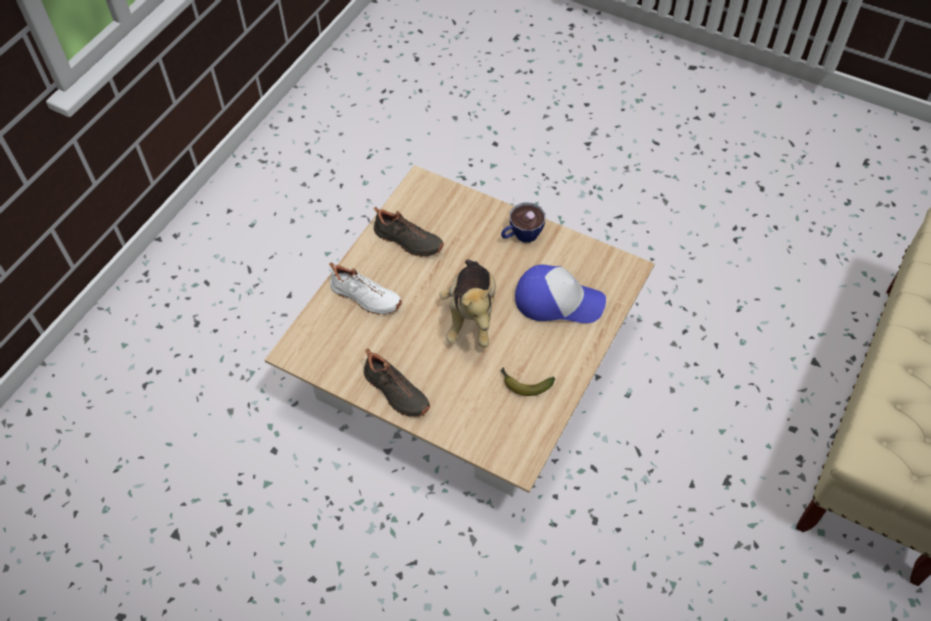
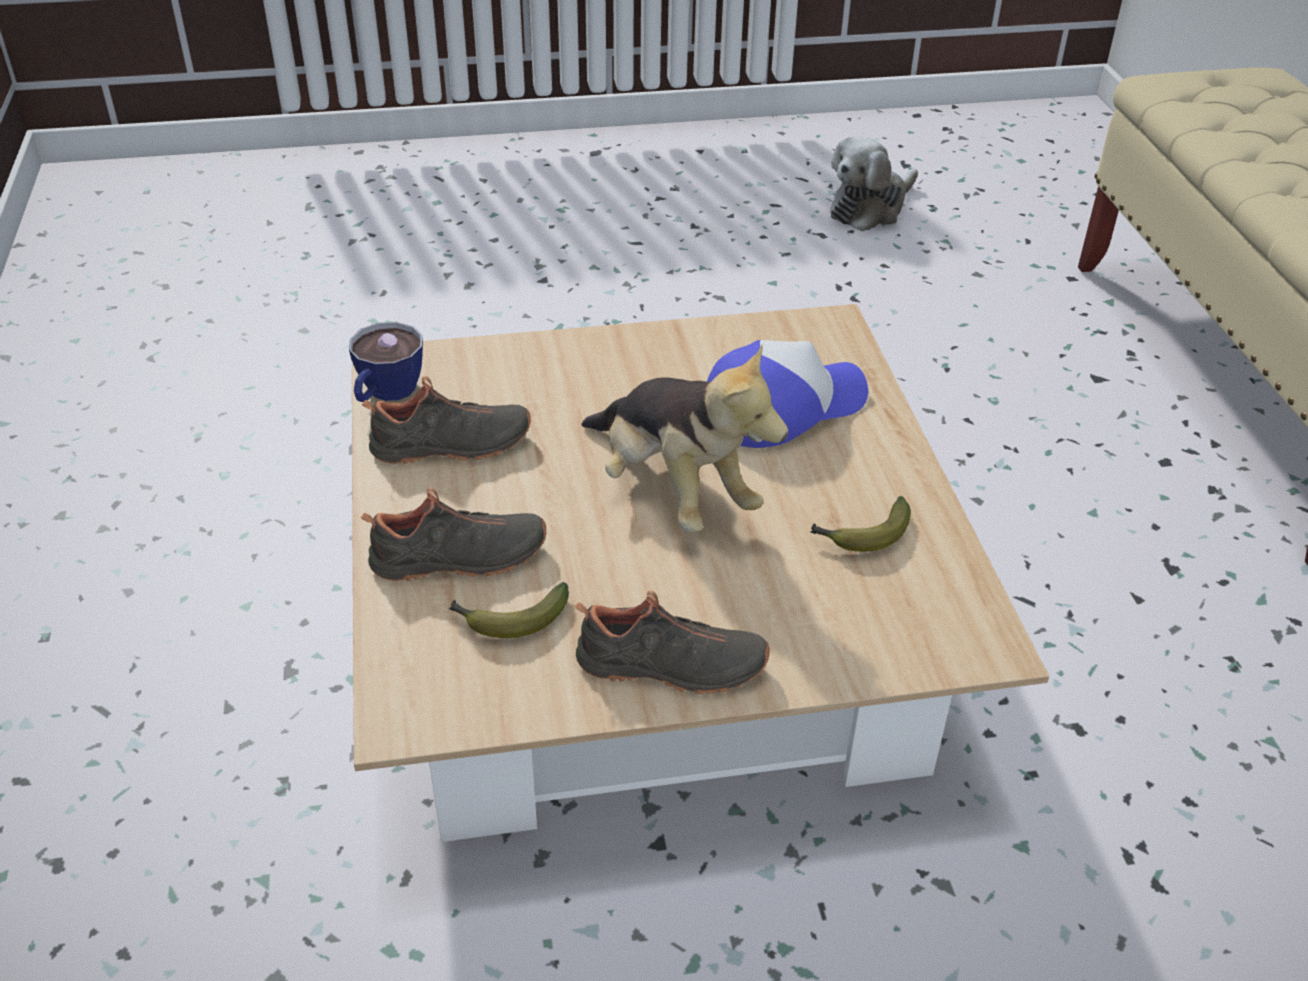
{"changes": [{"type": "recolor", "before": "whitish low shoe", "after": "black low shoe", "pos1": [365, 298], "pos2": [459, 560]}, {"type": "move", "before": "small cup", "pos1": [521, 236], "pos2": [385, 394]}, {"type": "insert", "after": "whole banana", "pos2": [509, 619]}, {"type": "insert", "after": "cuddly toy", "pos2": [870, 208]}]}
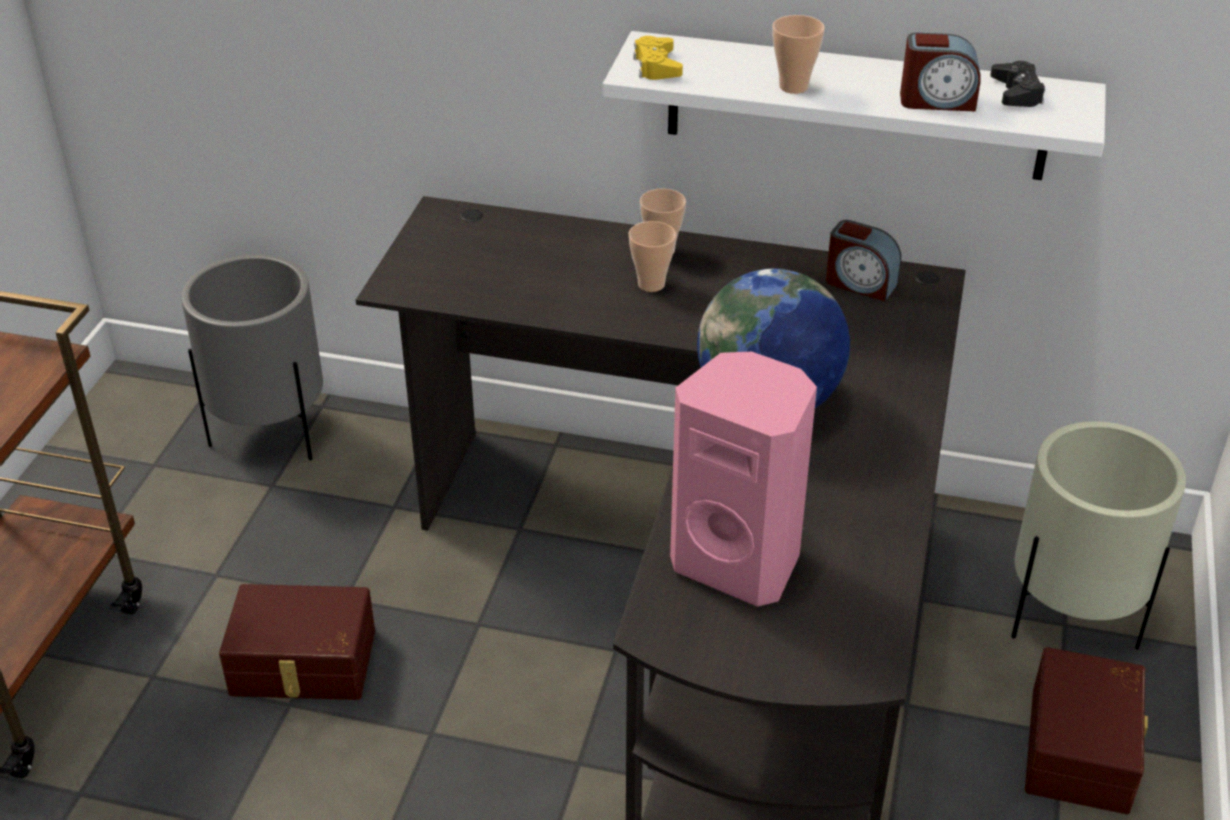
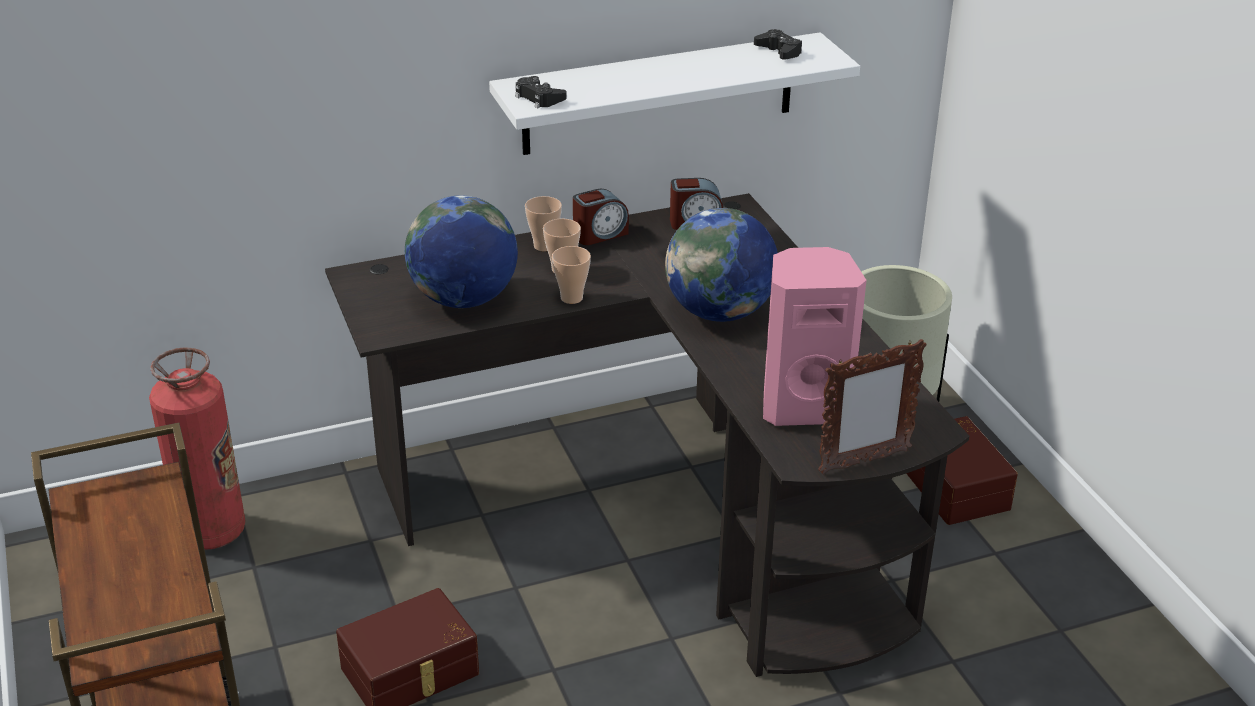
{"changes": [{"type": "replace", "before": "greyish planter", "after": "fire extinguisher", "pos1": [271, 433], "pos2": [212, 531]}, {"type": "recolor", "before": "yellowish joypad", "after": "black joypad", "pos1": [656, 66], "pos2": [539, 98]}, {"type": "move", "before": "small cup", "pos1": [793, 87], "pos2": [571, 298]}, {"type": "move", "before": "table clock", "pos1": [937, 100], "pos2": [599, 234]}, {"type": "insert", "after": "world globe", "pos2": [463, 299]}, {"type": "insert", "after": "picture frame", "pos2": [863, 462]}]}
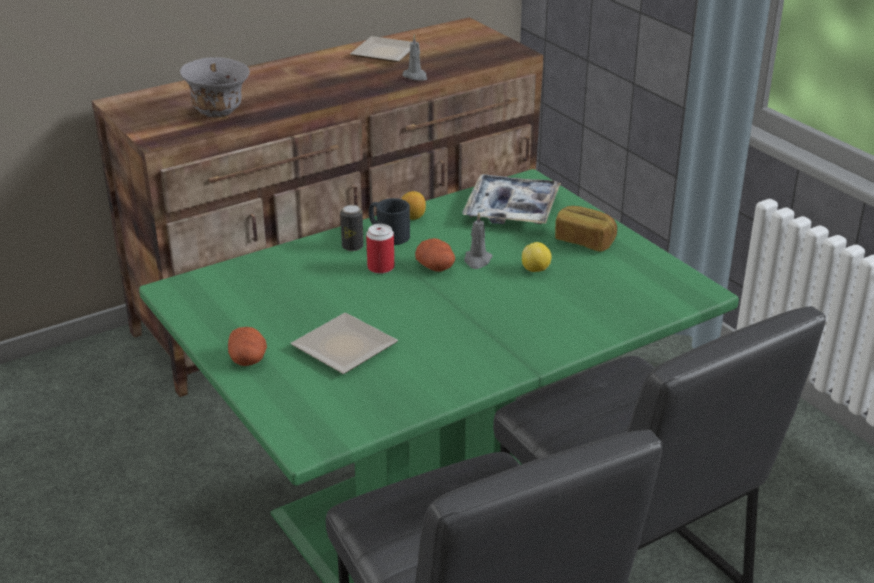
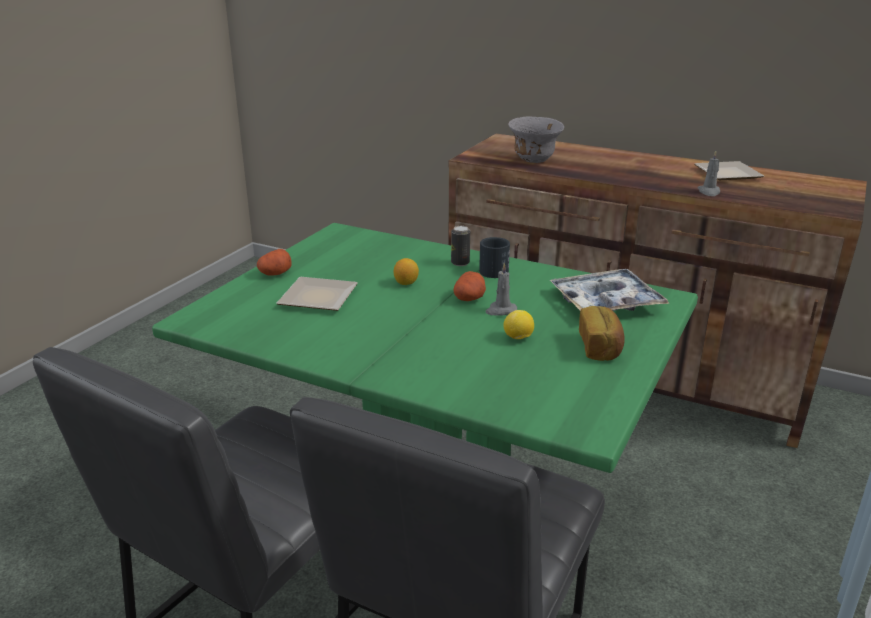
{"changes": [{"type": "delete", "before": "metal can", "pos1": [381, 268]}, {"type": "move", "before": "whole lemon", "pos1": [413, 217], "pos2": [406, 283]}]}
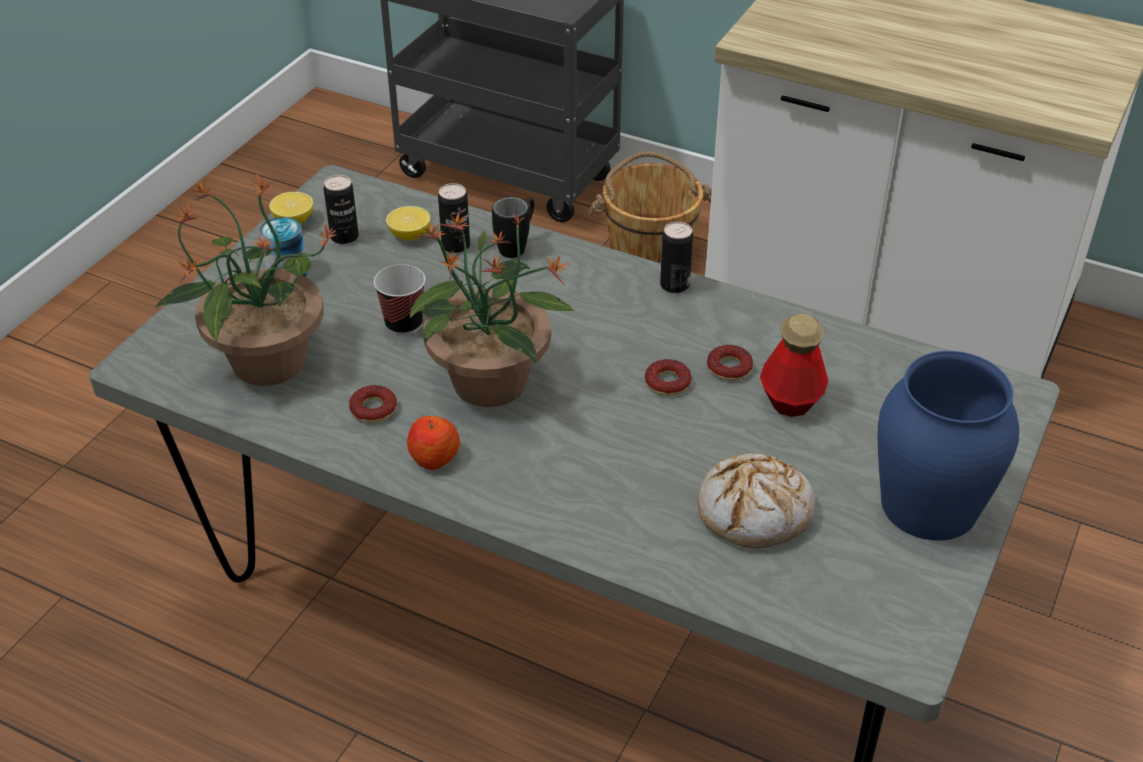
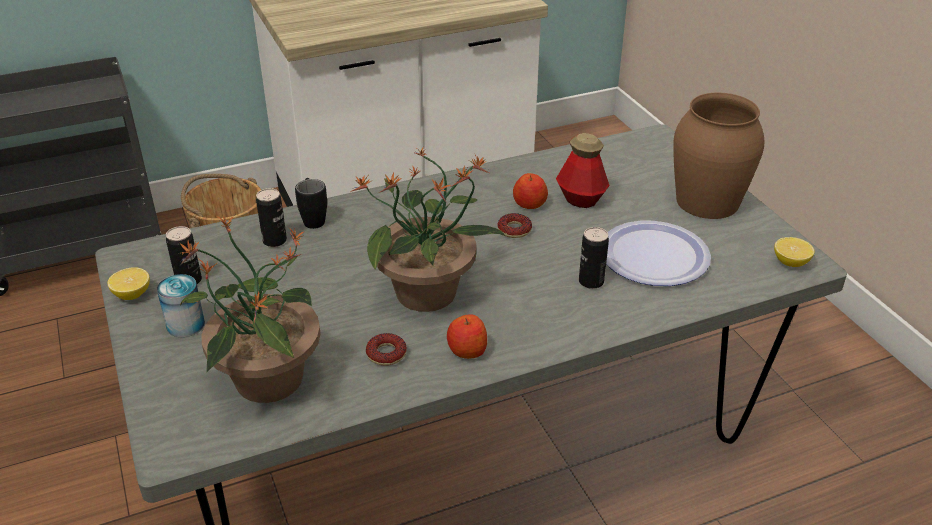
{"changes": [{"type": "delete", "before": "small cup", "pos1": [404, 324]}, {"type": "move", "before": "whole lemon", "pos1": [409, 235], "pos2": [790, 262]}, {"type": "move", "before": "metal can", "pos1": [674, 285], "pos2": [591, 281]}, {"type": "replace", "before": "bakery bread", "after": "plate", "pos1": [755, 512], "pos2": [654, 255]}, {"type": "replace", "before": "doughnut", "after": "apple", "pos1": [729, 368], "pos2": [529, 204]}, {"type": "recolor", "before": "blue-coloured vase", "after": "brownish vase", "pos1": [928, 505], "pos2": [707, 202]}]}
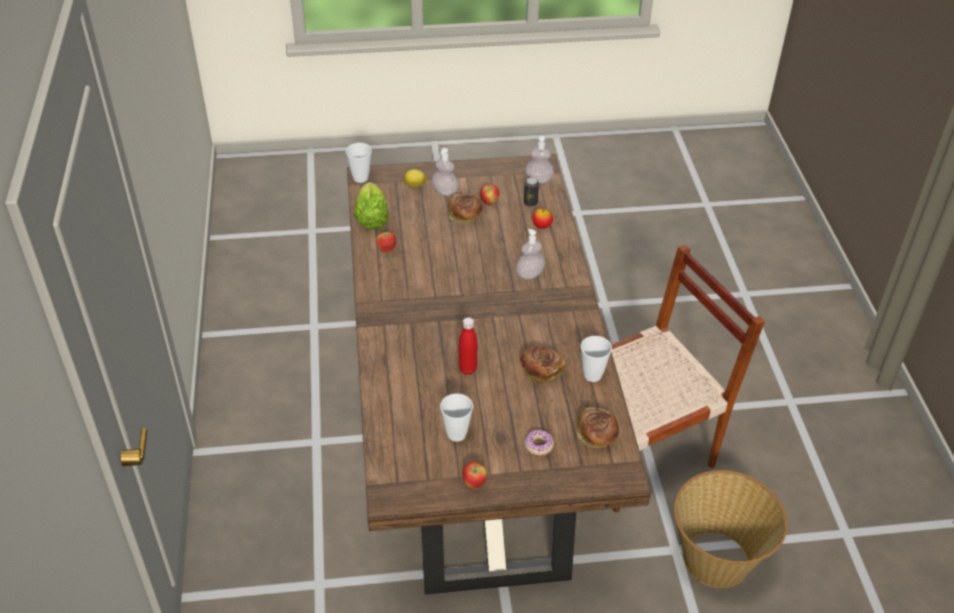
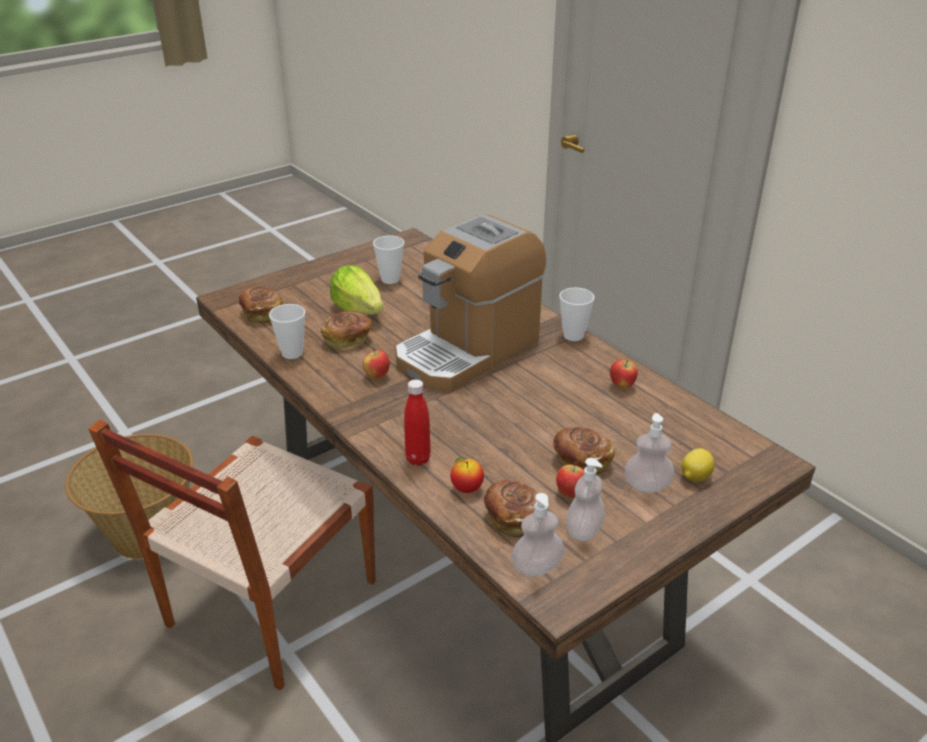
{"changes": [{"type": "move", "before": "small cup", "pos1": [360, 178], "pos2": [573, 335]}, {"type": "move", "before": "lettuce", "pos1": [371, 219], "pos2": [358, 310]}, {"type": "move", "before": "red drink bottle", "pos1": [467, 369], "pos2": [418, 459]}, {"type": "move", "before": "apple", "pos1": [474, 483], "pos2": [377, 376]}, {"type": "move", "before": "soap bottle", "pos1": [530, 274], "pos2": [584, 530]}, {"type": "replace", "before": "metal can", "after": "bakery bread", "pos1": [530, 203], "pos2": [513, 519]}, {"type": "delete", "before": "doughnut", "pos1": [538, 445]}, {"type": "insert", "after": "coffee machine", "pos2": [467, 350]}]}
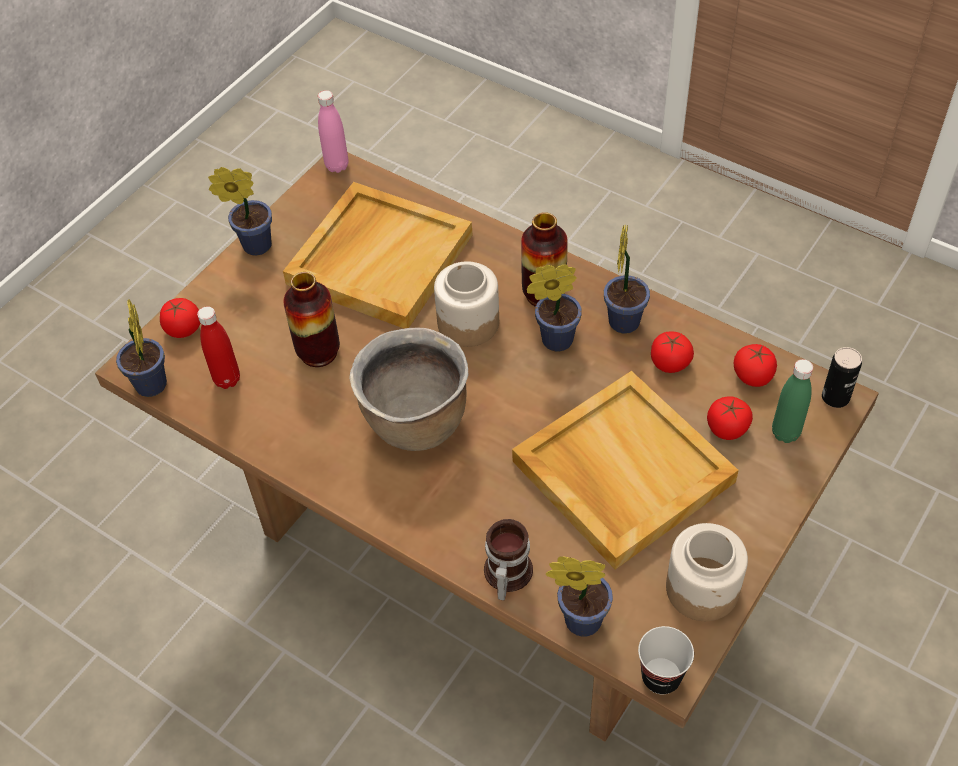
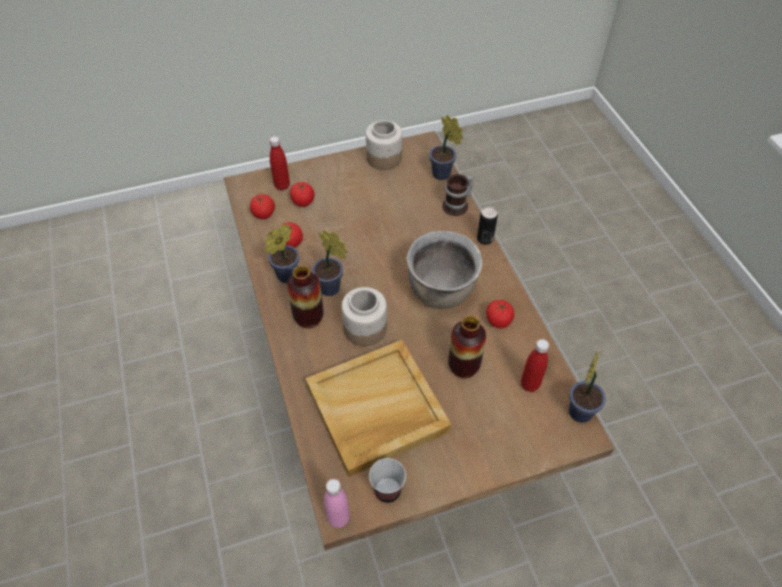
{"changes": [{"type": "move", "before": "whole tomato", "pos1": [183, 329], "pos2": [498, 320]}, {"type": "delete", "before": "plant in a pot", "pos1": [253, 245]}, {"type": "delete", "before": "beige serving tray", "pos1": [620, 471]}, {"type": "move", "before": "small cup", "pos1": [661, 677], "pos2": [387, 491]}, {"type": "recolor", "before": "green drink bottle", "after": "red drink bottle", "pos1": [785, 433], "pos2": [282, 185]}, {"type": "move", "before": "metal can", "pos1": [835, 397], "pos2": [485, 239]}]}
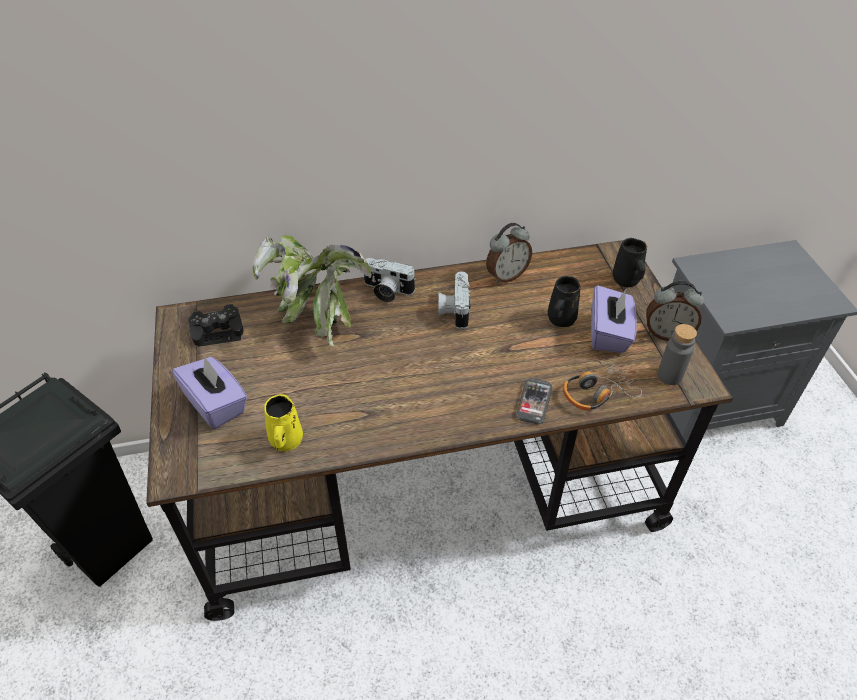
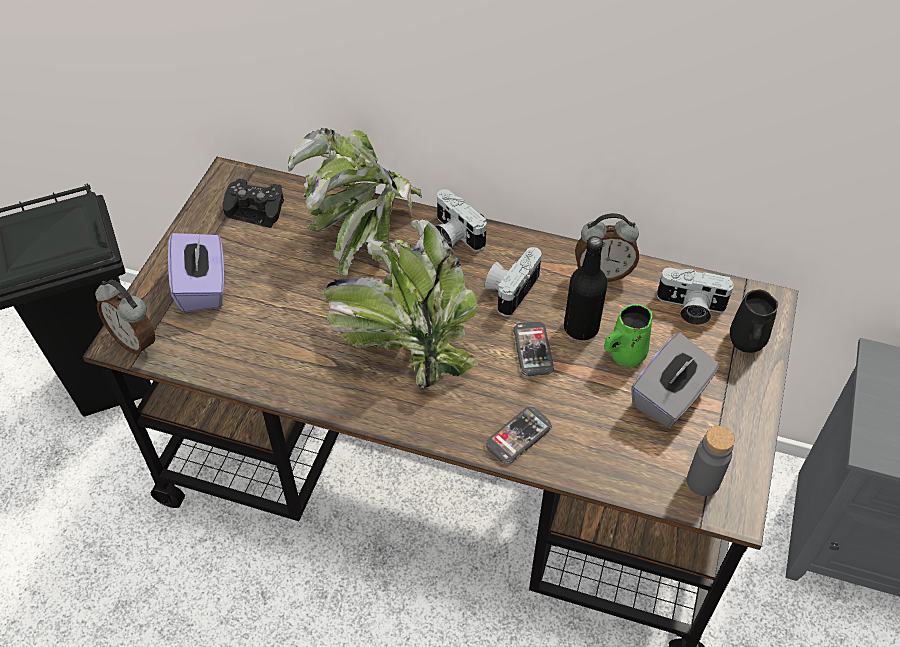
{"changes": [{"type": "delete", "before": "yellowish tea mug", "pos1": [286, 441]}, {"type": "recolor", "before": "black tea mug", "after": "green tea mug", "pos1": [560, 319], "pos2": [625, 354]}, {"type": "delete", "before": "headphones", "pos1": [596, 392]}, {"type": "recolor", "before": "purple tissue holder", "after": "greyish tissue holder", "pos1": [609, 334], "pos2": [670, 397]}, {"type": "move", "before": "table clock", "pos1": [667, 334], "pos2": [135, 340]}, {"type": "insert", "after": "plant in a pot", "pos2": [404, 343]}, {"type": "insert", "after": "handset", "pos2": [533, 350]}, {"type": "insert", "after": "black drink bottle", "pos2": [581, 328]}, {"type": "insert", "after": "still camera", "pos2": [689, 308]}]}
